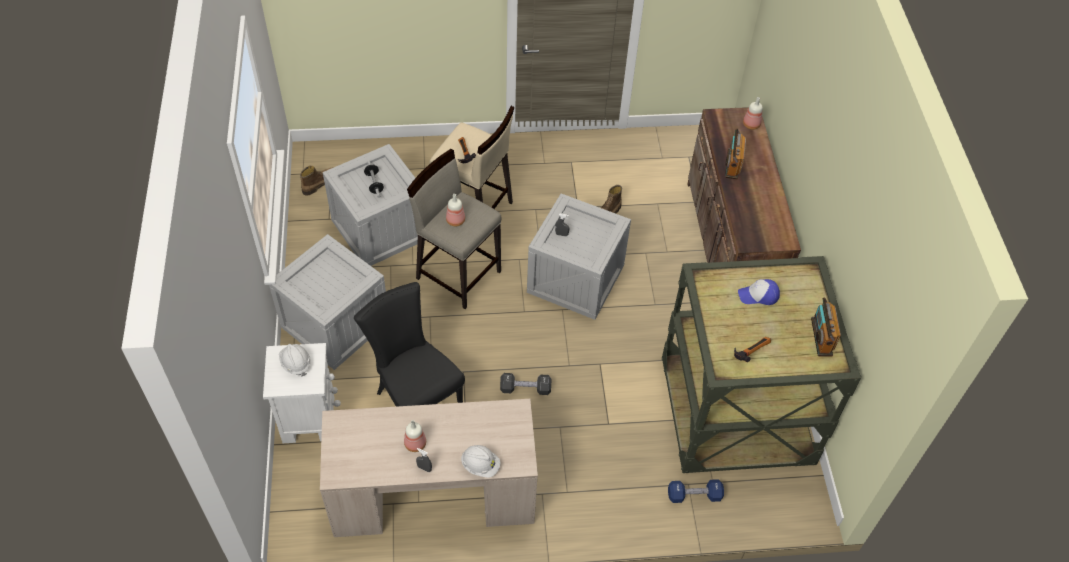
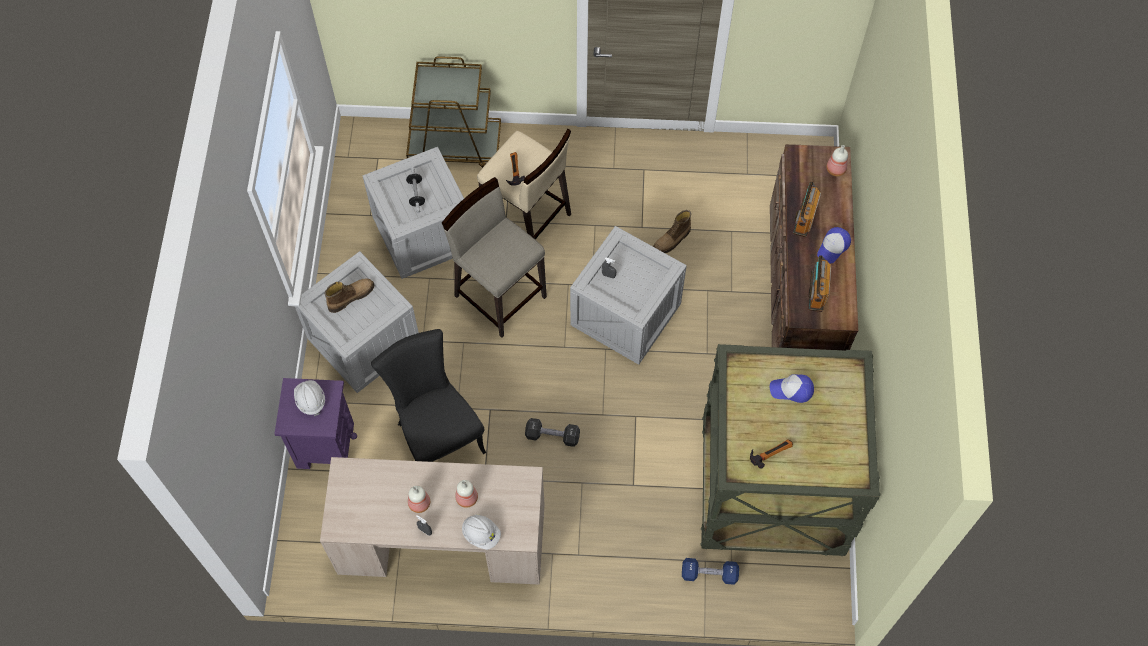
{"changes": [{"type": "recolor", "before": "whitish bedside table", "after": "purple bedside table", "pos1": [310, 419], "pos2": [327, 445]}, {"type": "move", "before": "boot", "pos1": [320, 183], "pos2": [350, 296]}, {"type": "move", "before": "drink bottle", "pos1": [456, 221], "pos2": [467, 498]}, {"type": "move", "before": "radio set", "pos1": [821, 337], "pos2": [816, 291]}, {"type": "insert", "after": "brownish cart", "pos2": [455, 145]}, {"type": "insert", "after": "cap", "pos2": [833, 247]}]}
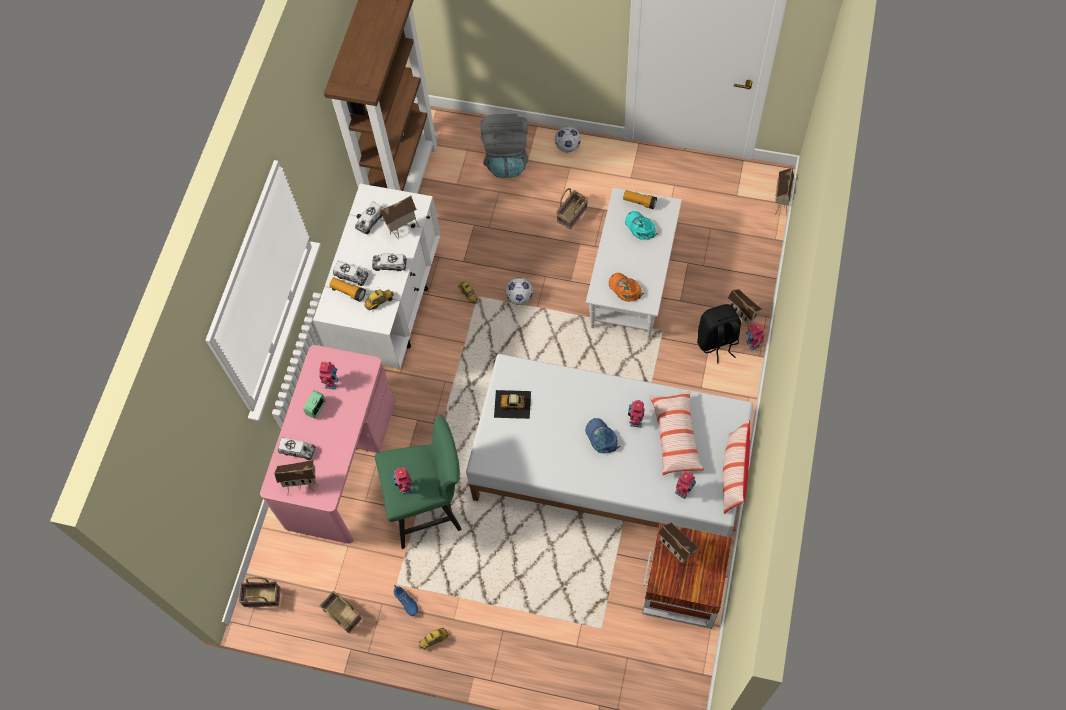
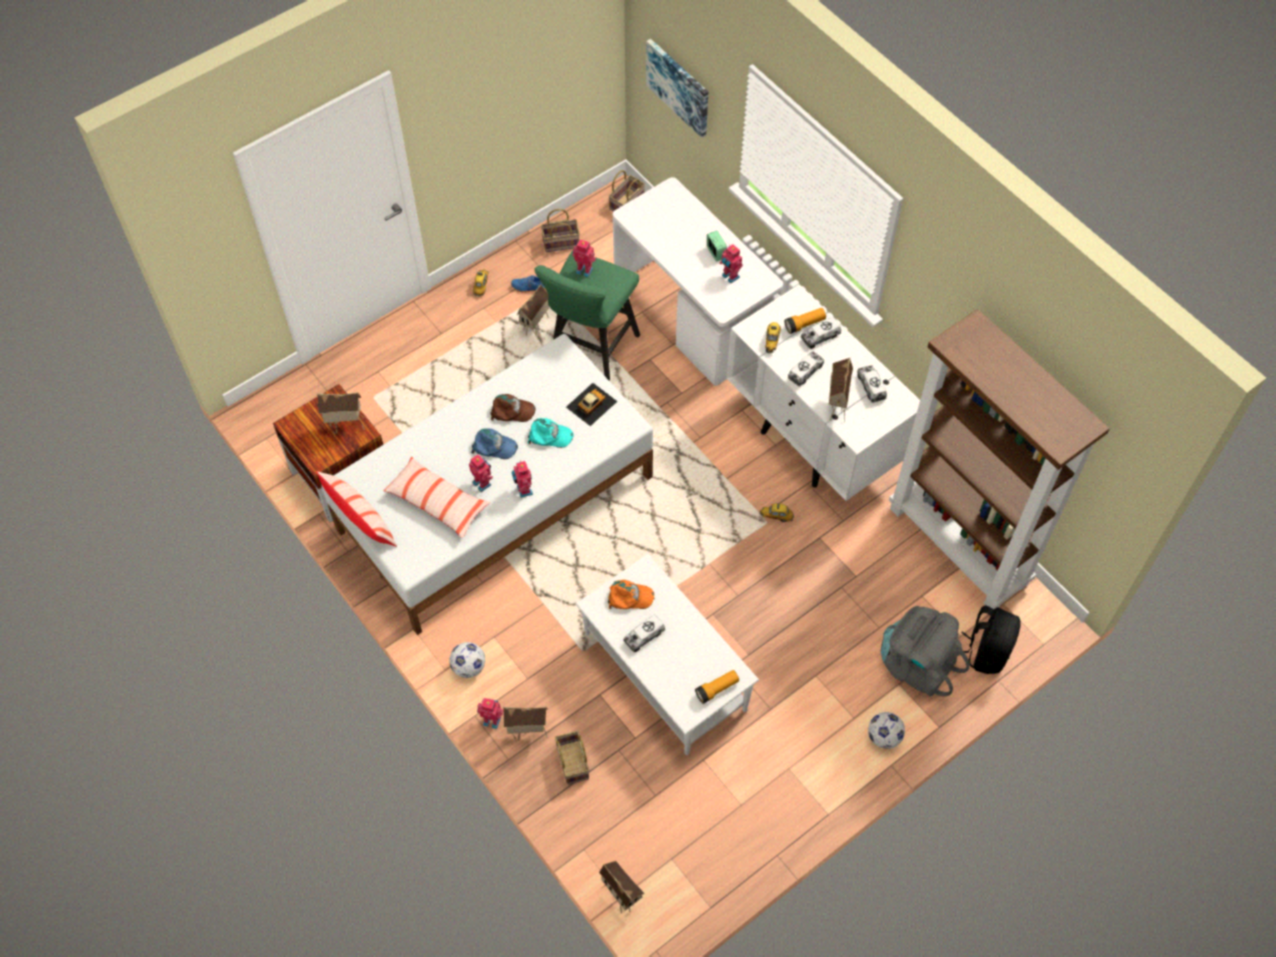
{"changes": [{"type": "recolor", "before": "pink desk", "after": "whitish desk", "pos1": [340, 463], "pos2": [694, 315]}, {"type": "move", "before": "miniature house", "pos1": [303, 484], "pos2": [536, 327]}, {"type": "move", "before": "model truck", "pos1": [297, 450], "pos2": [644, 636]}, {"type": "move", "before": "football", "pos1": [519, 297], "pos2": [468, 667]}, {"type": "move", "before": "household basket", "pos1": [572, 215], "pos2": [571, 761]}, {"type": "move", "before": "blue-green cap", "pos1": [640, 227], "pos2": [550, 436]}, {"type": "move", "before": "model robot", "pos1": [684, 491], "pos2": [523, 490]}, {"type": "move", "before": "black knapsack", "pos1": [717, 342], "pos2": [985, 652]}, {"type": "insert", "after": "brownish cap", "pos2": [512, 411]}, {"type": "insert", "after": "wall art", "pos2": [679, 86]}]}
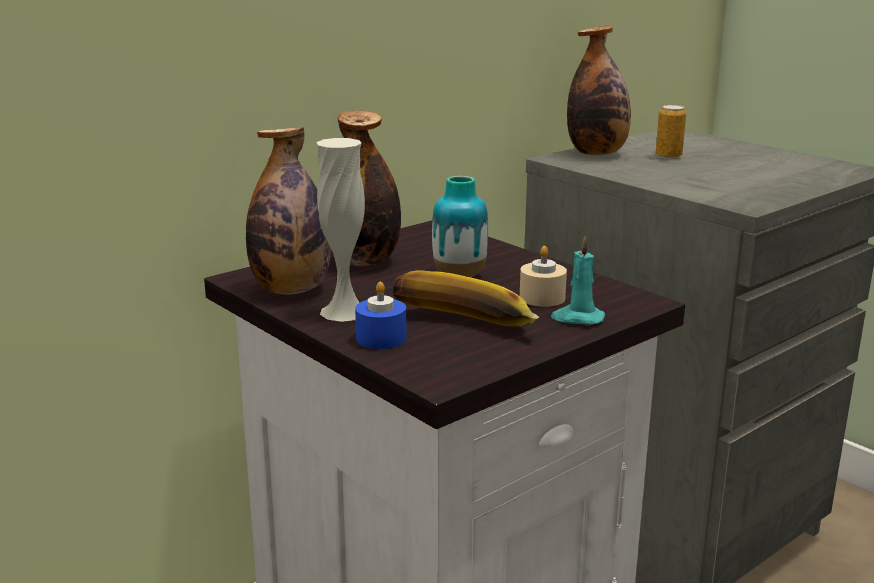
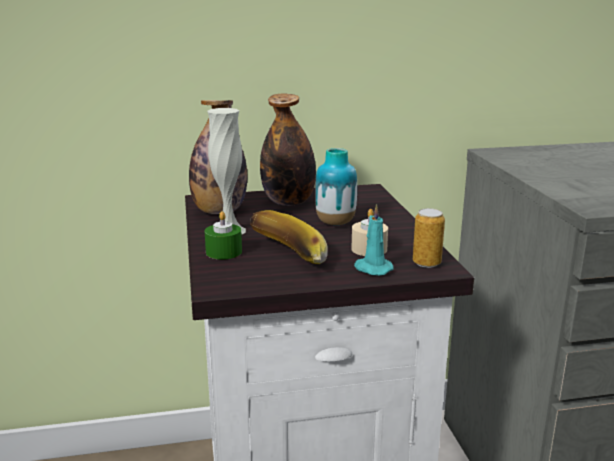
{"changes": [{"type": "recolor", "before": "blue-coloured wax candle", "after": "green wax candle", "pos1": [381, 338], "pos2": [224, 252]}, {"type": "delete", "before": "drink bottle", "pos1": [597, 153]}, {"type": "move", "before": "metal can", "pos1": [668, 156], "pos2": [426, 263]}]}
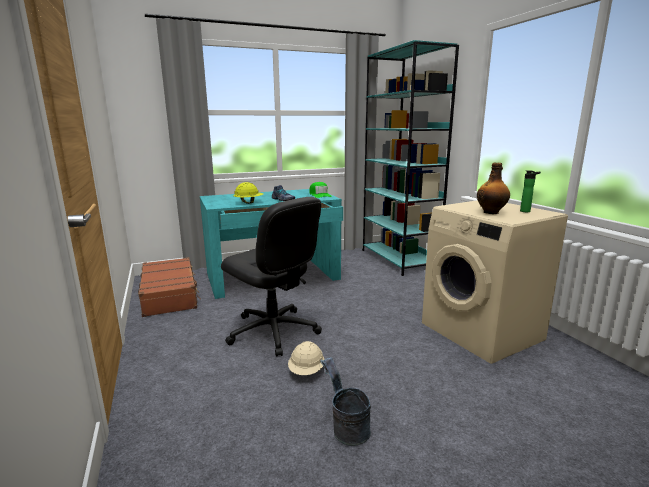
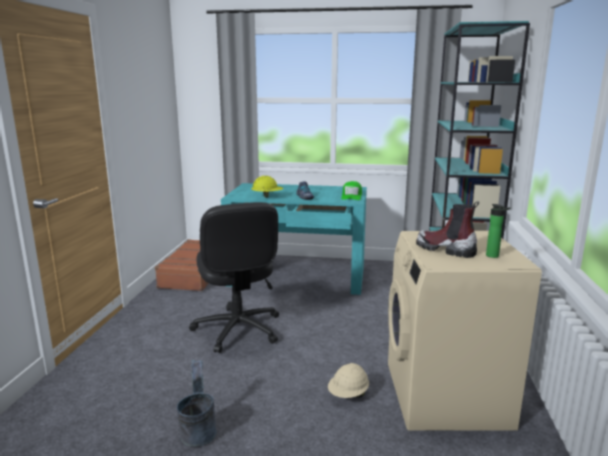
{"changes": [{"type": "move", "before": "beige hard hat", "pos1": [306, 372], "pos2": [348, 395]}, {"type": "replace", "before": "drink bottle", "after": "boot", "pos1": [491, 212], "pos2": [445, 249]}]}
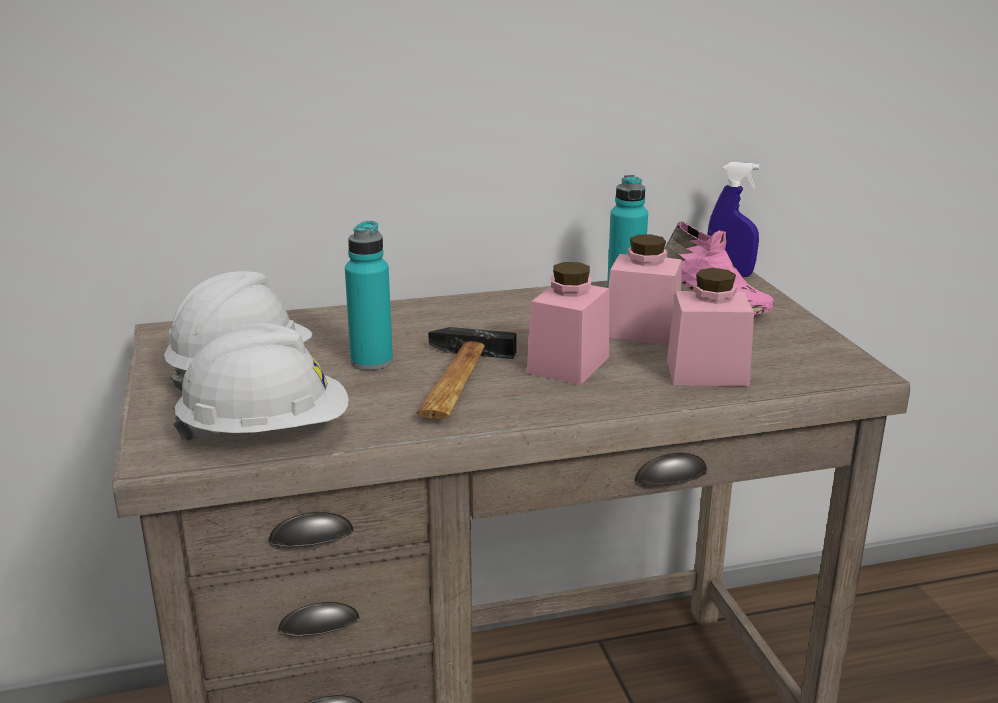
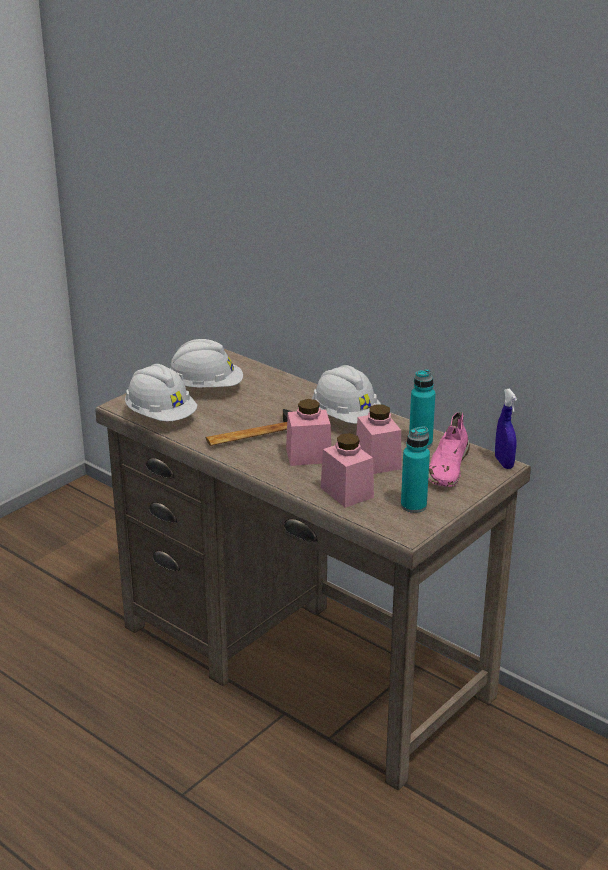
{"changes": [{"type": "move", "before": "blue-green drink bottle", "pos1": [371, 361], "pos2": [413, 506]}, {"type": "insert", "after": "whitish hard hat", "pos2": [346, 418]}]}
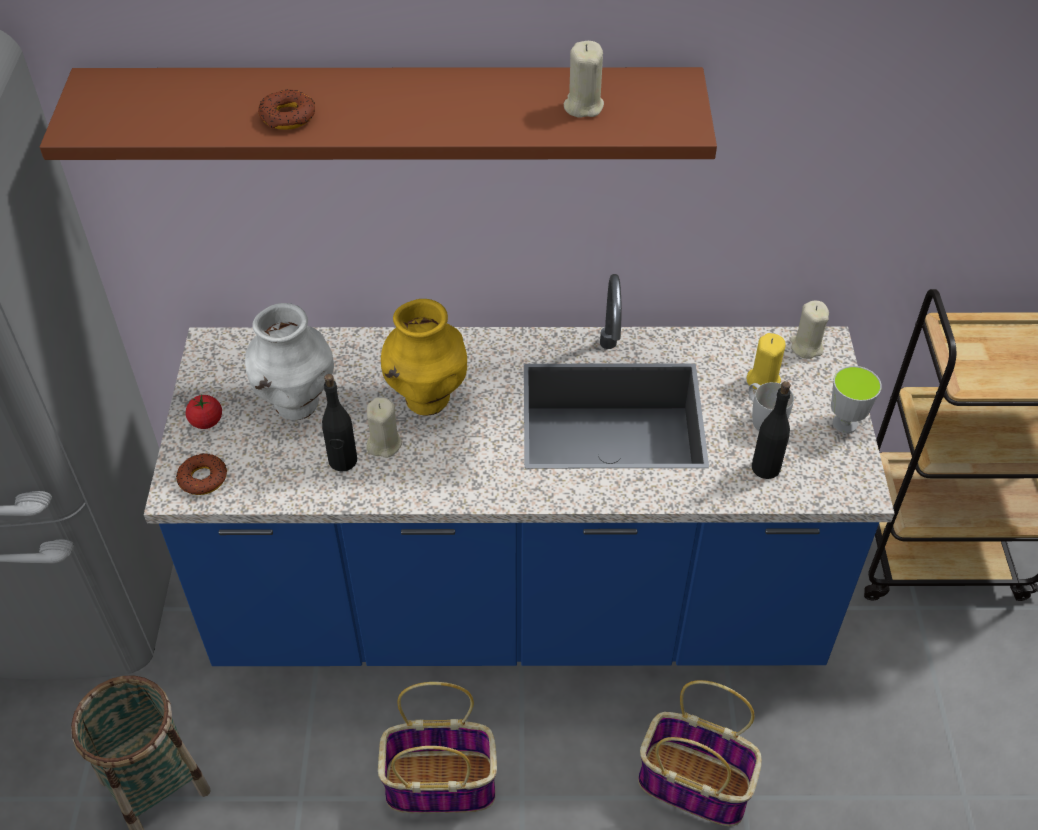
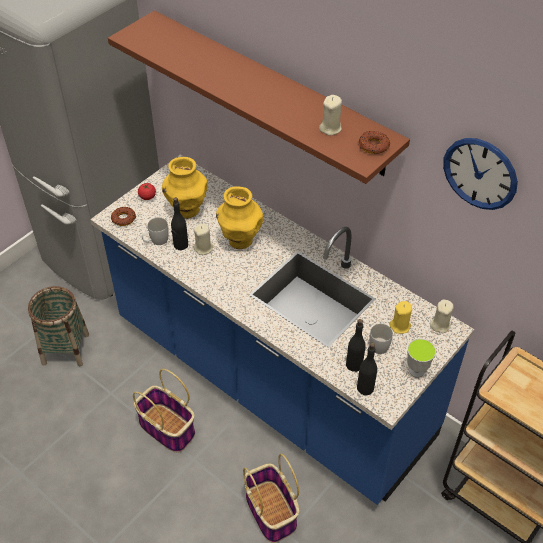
{"changes": [{"type": "recolor", "before": "whitish vase", "after": "yellowish vase", "pos1": [297, 404], "pos2": [187, 211]}, {"type": "move", "before": "doughnut", "pos1": [288, 116], "pos2": [373, 146]}, {"type": "insert", "after": "whitish tea mug", "pos2": [156, 241]}, {"type": "insert", "after": "black drink bottle", "pos2": [365, 388]}, {"type": "insert", "after": "clock on the wall", "pos2": [480, 173]}]}
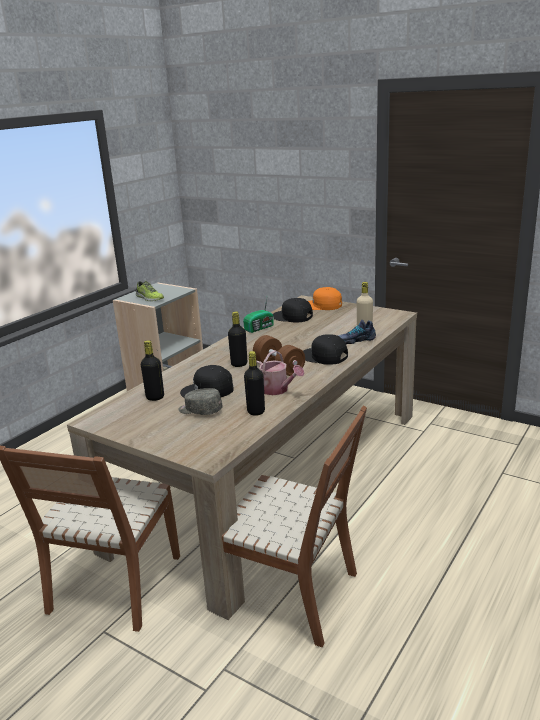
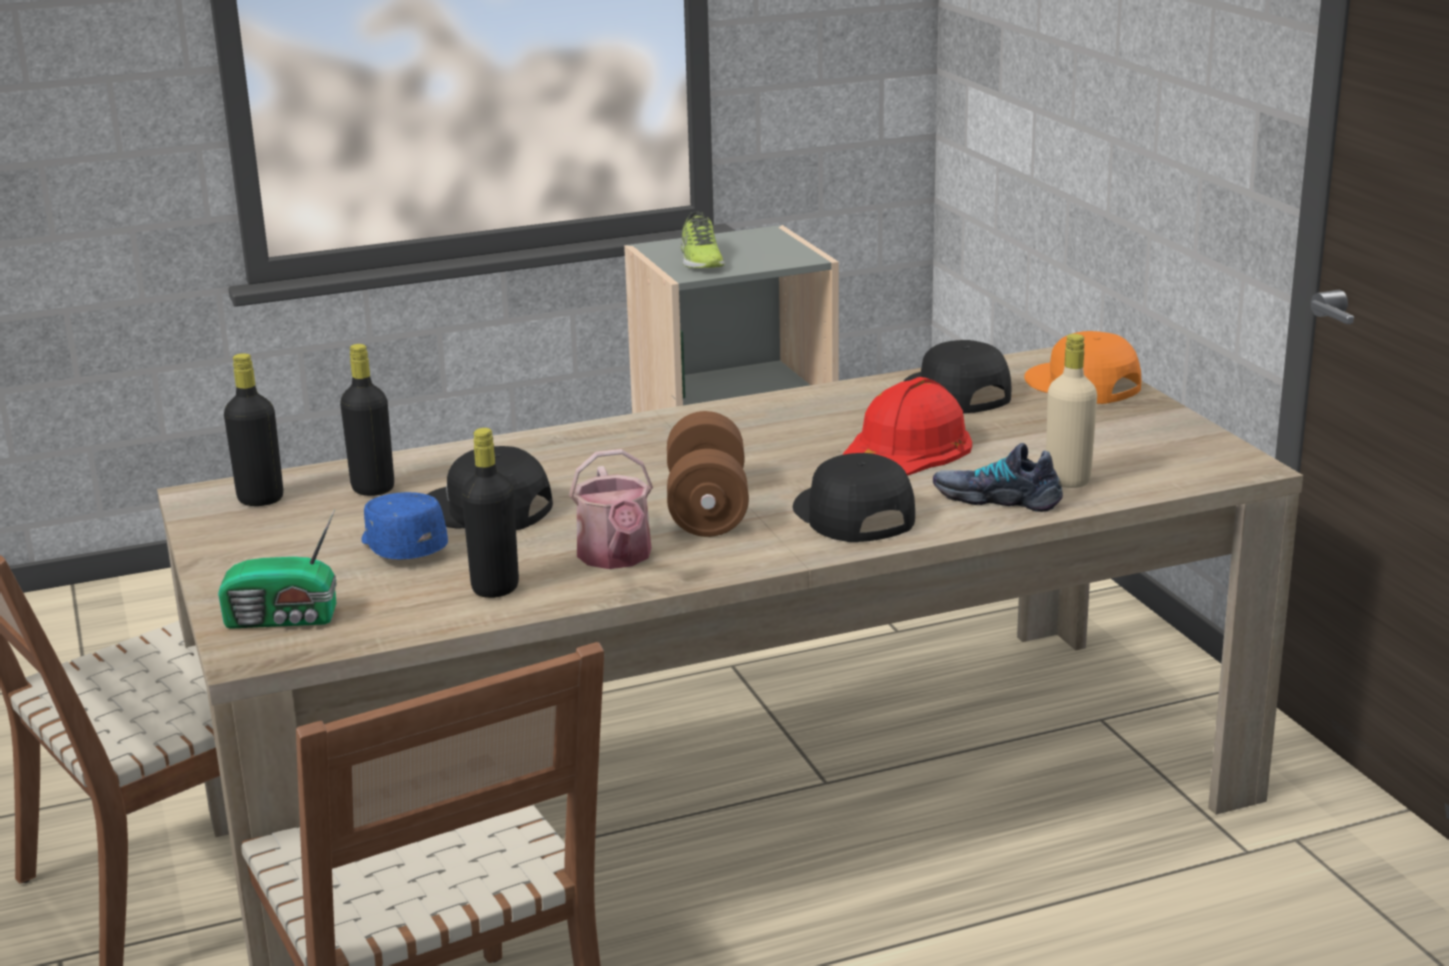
{"changes": [{"type": "recolor", "before": "greyish cap", "after": "blue-coloured cap", "pos1": [200, 410], "pos2": [401, 546]}, {"type": "move", "before": "black drink bottle", "pos1": [239, 364], "pos2": [260, 499]}, {"type": "move", "before": "radio set", "pos1": [260, 328], "pos2": [284, 619]}, {"type": "insert", "after": "red hard hat", "pos2": [907, 449]}]}
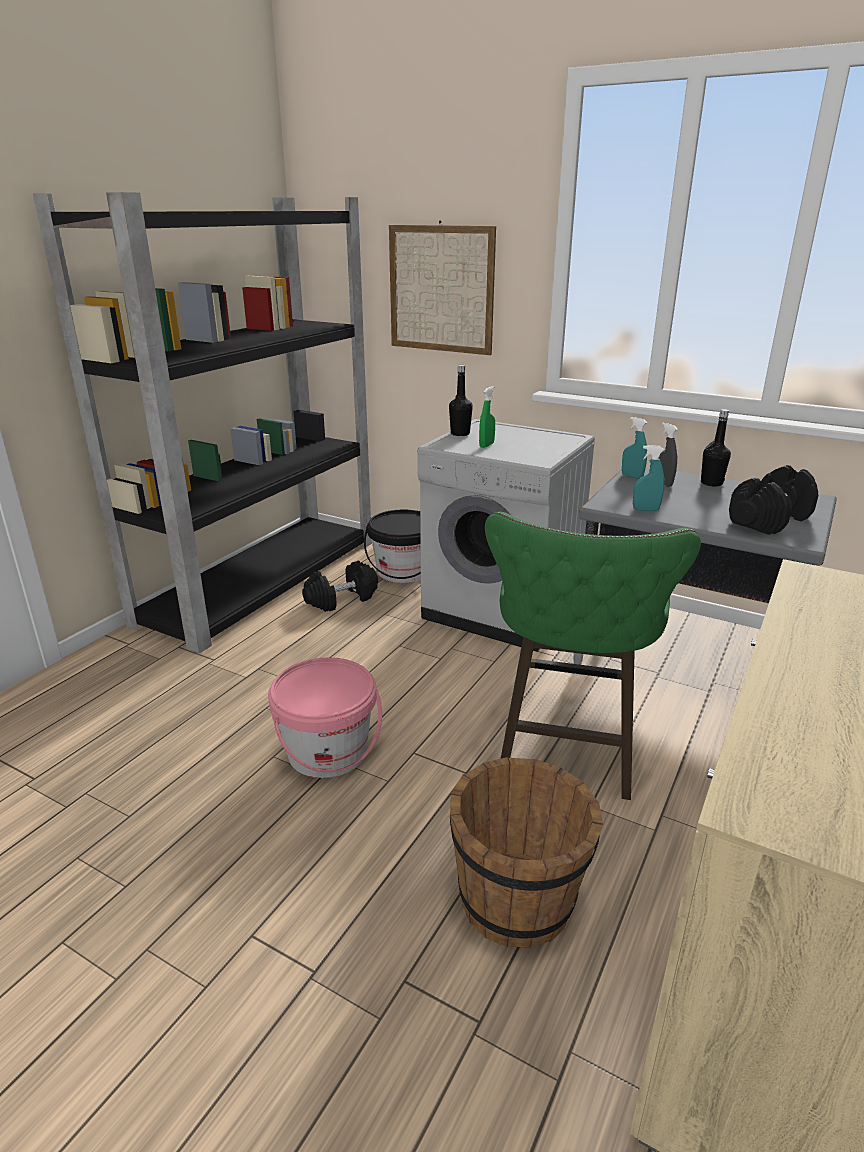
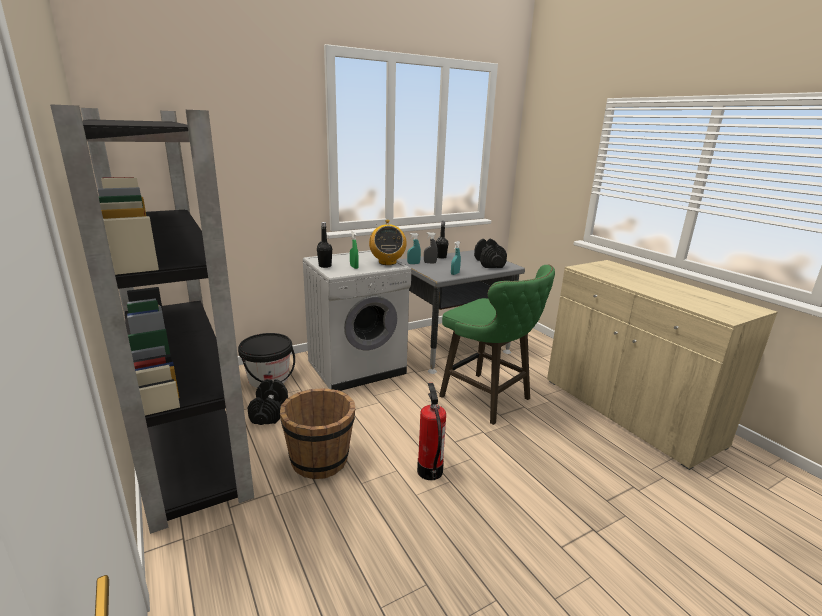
{"changes": [{"type": "replace", "before": "pink pail", "after": "fire extinguisher", "pos1": [328, 751], "pos2": [429, 471]}, {"type": "delete", "before": "wall art", "pos1": [441, 287]}, {"type": "move", "before": "brownish pail", "pos1": [518, 901], "pos2": [320, 460]}, {"type": "insert", "after": "radio set", "pos2": [387, 262]}]}
